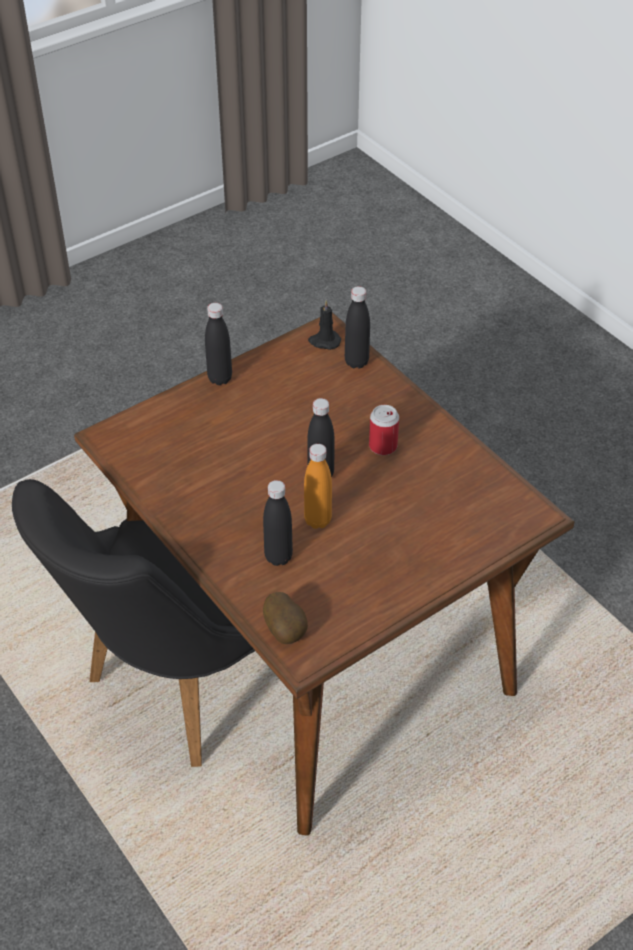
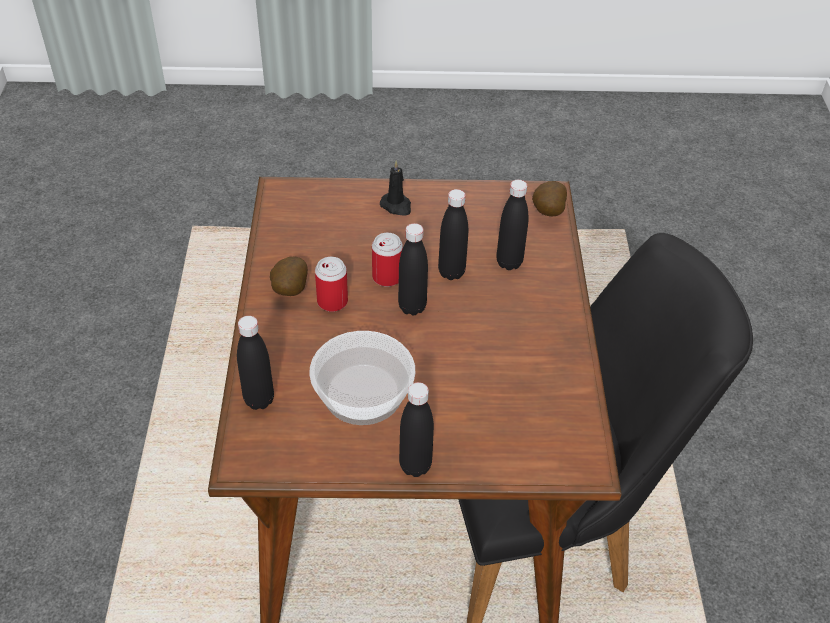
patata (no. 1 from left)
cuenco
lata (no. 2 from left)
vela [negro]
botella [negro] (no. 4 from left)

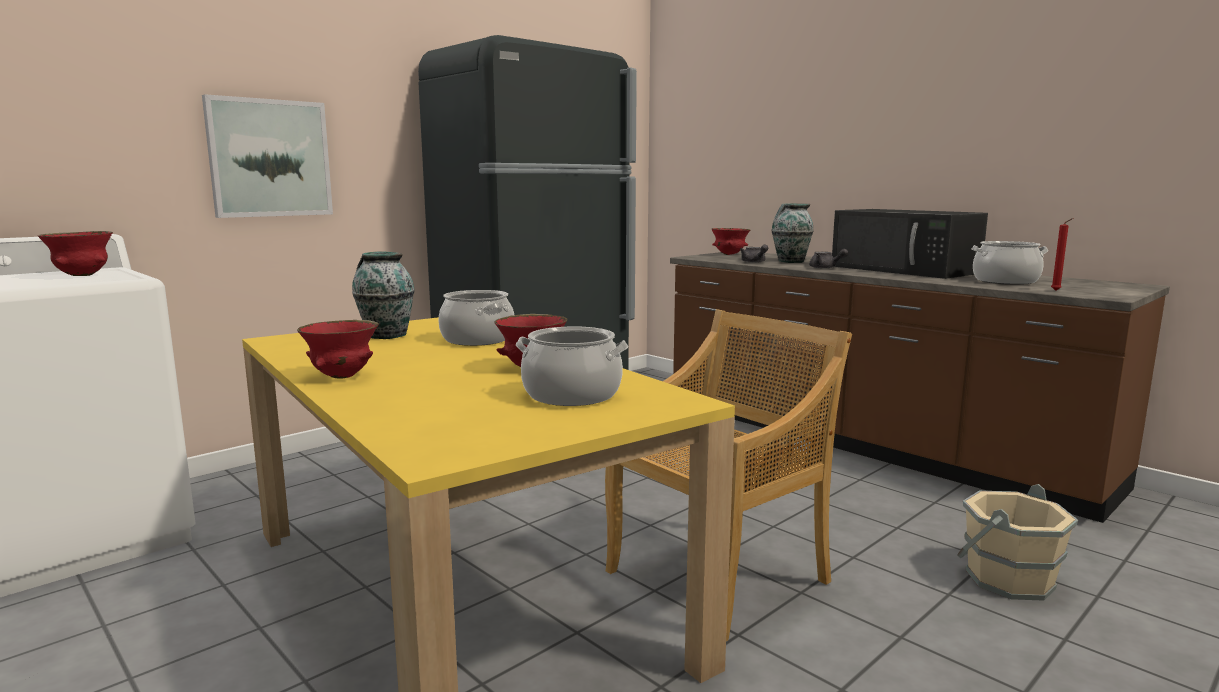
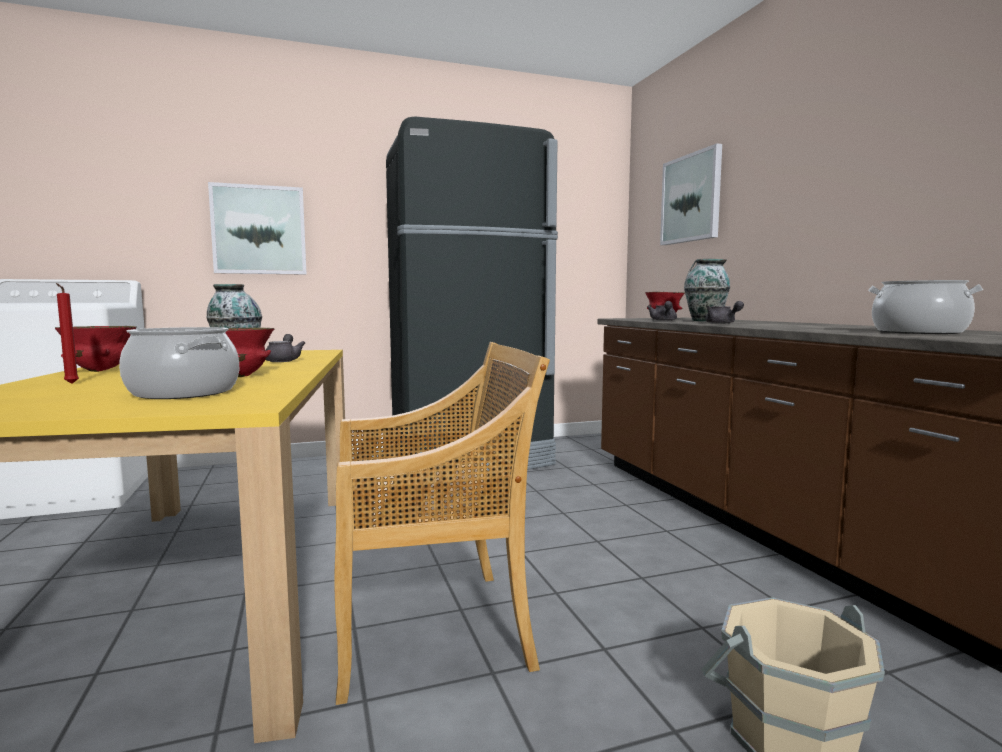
cuenco [rojo] (no. 1 from left in the first image)
microondas [negro]
cuadro (no. 2 from left)
vela [rojo]
tetera [gris] (no. 1 from left)

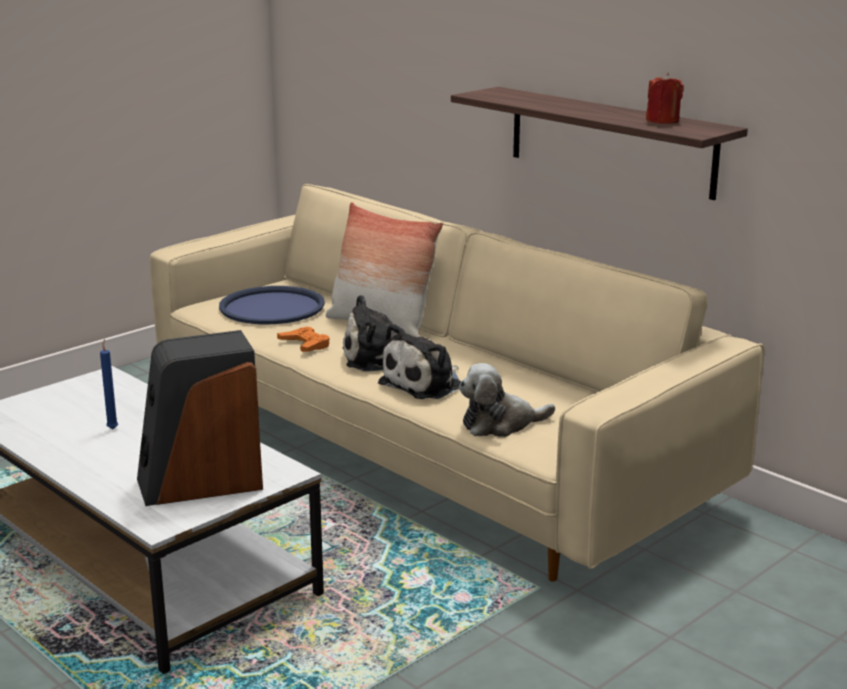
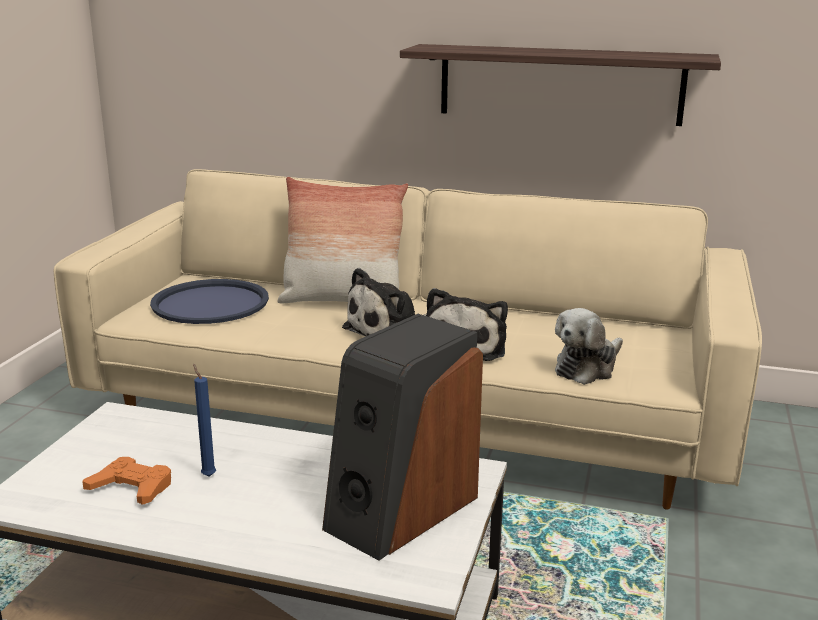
vela [rojo]
mando de consola [naranja]

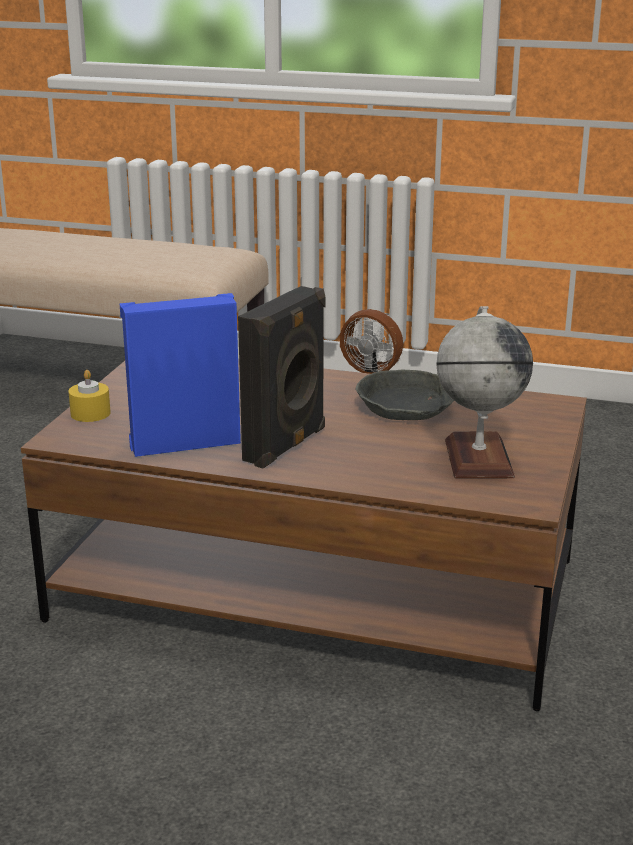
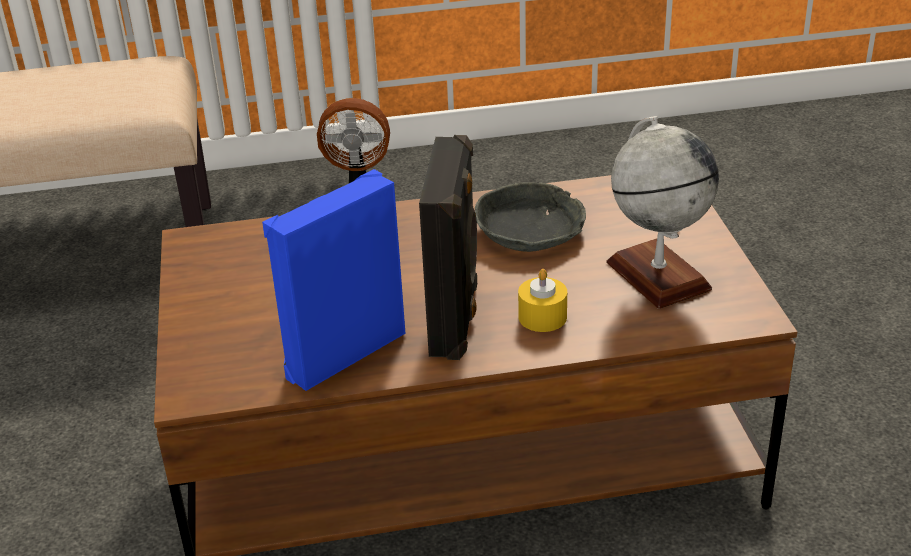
vela [amarillo]

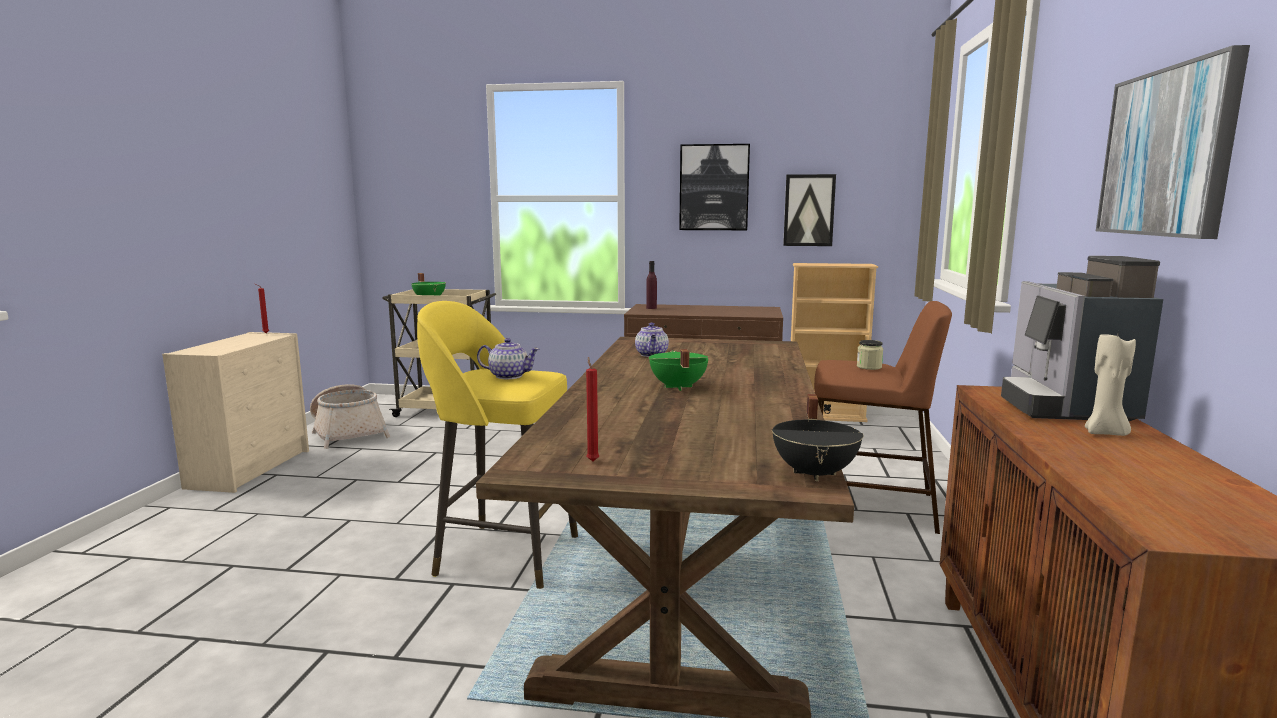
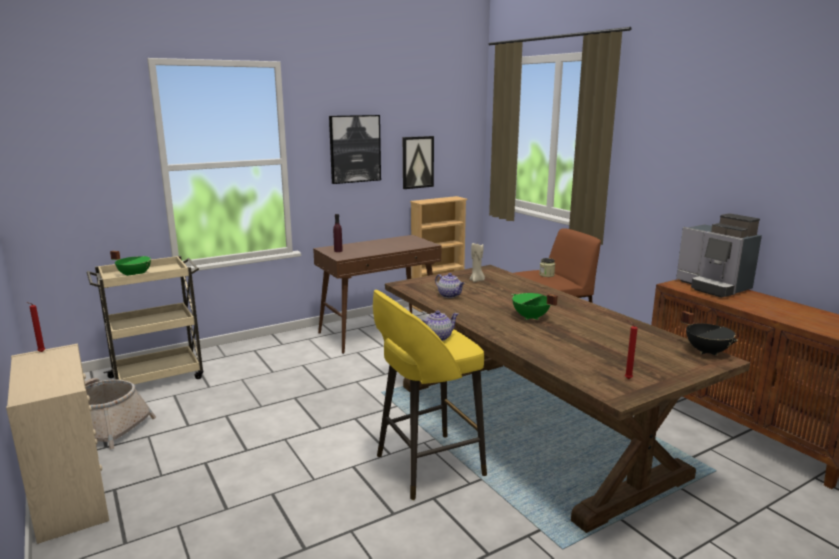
cuadro (no. 3 from left in the first image)
vela [beis]

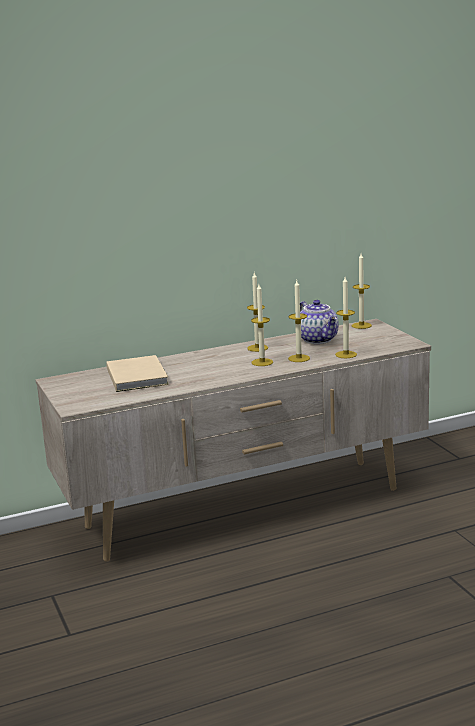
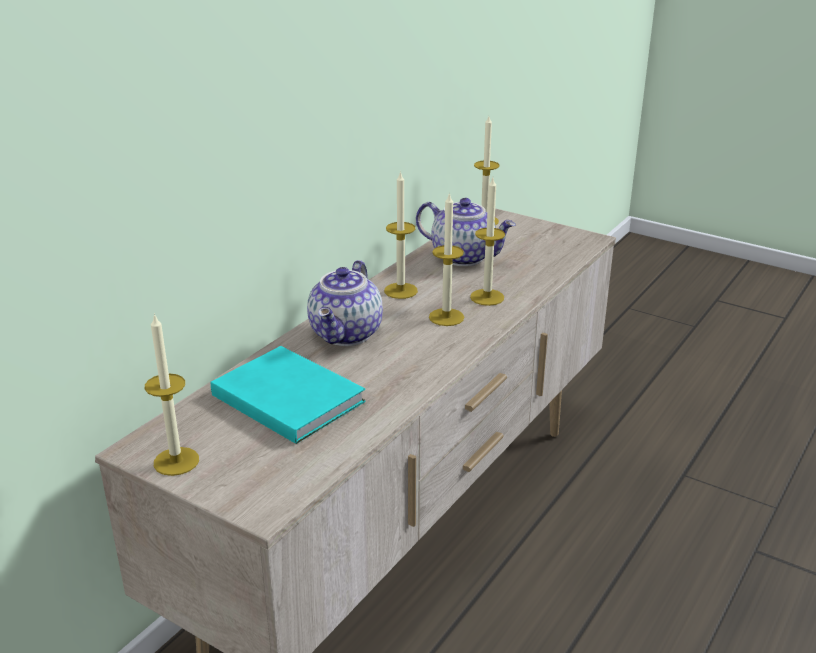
tetera (no. 1 from left)
vela (no. 1 from left)
libro [turquesa]

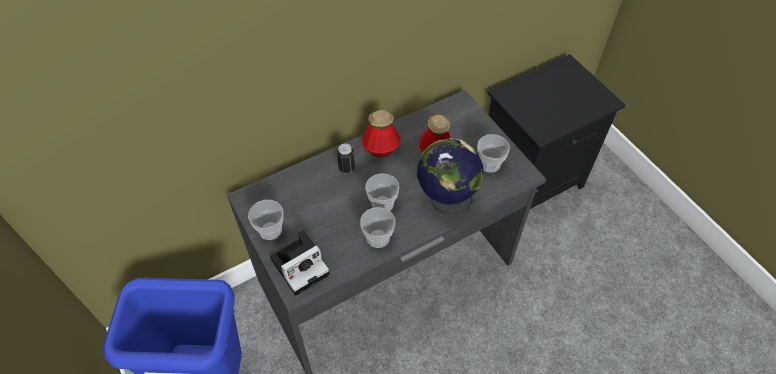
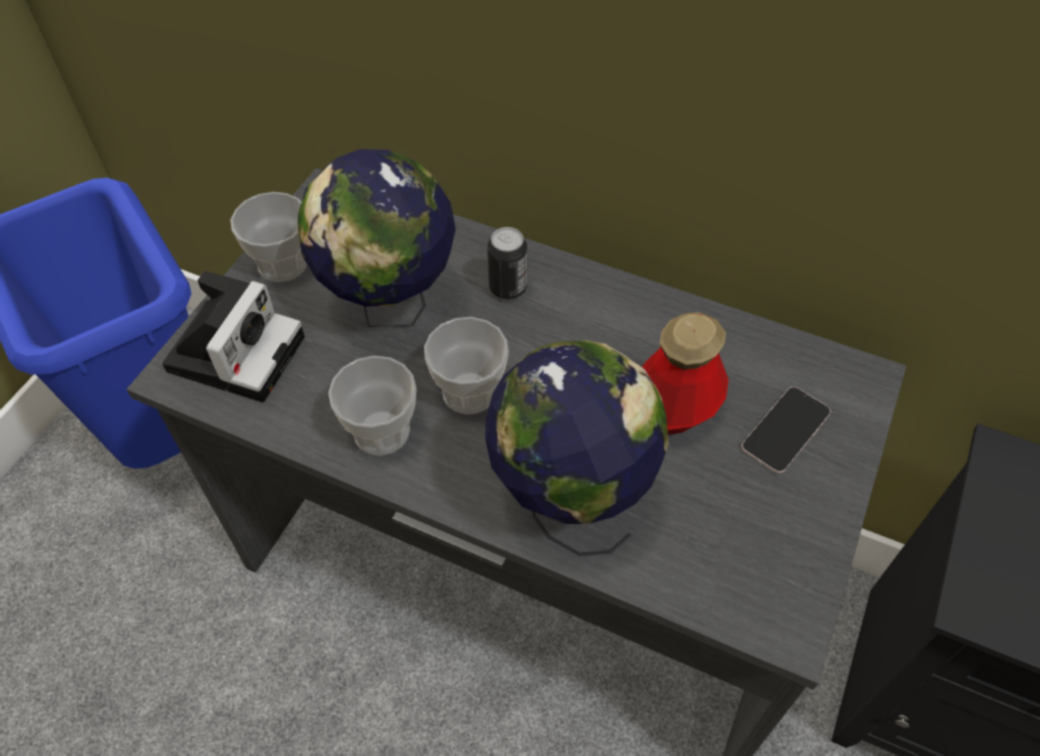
botella (no. 1 from left in the first image)
taza (no. 4 from left in the first image)
globo terráqueo (no. 1 from left)
móvil
cámara

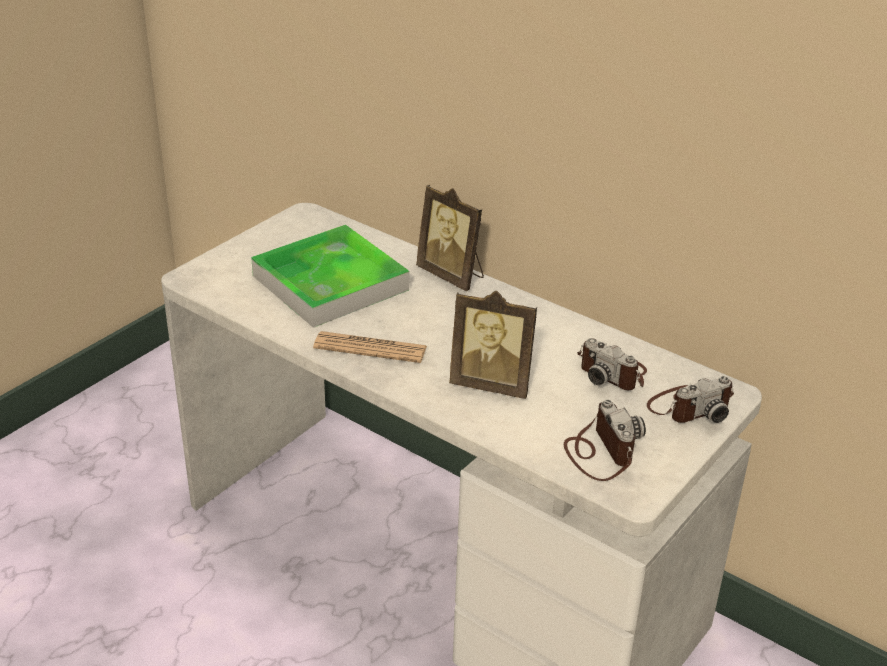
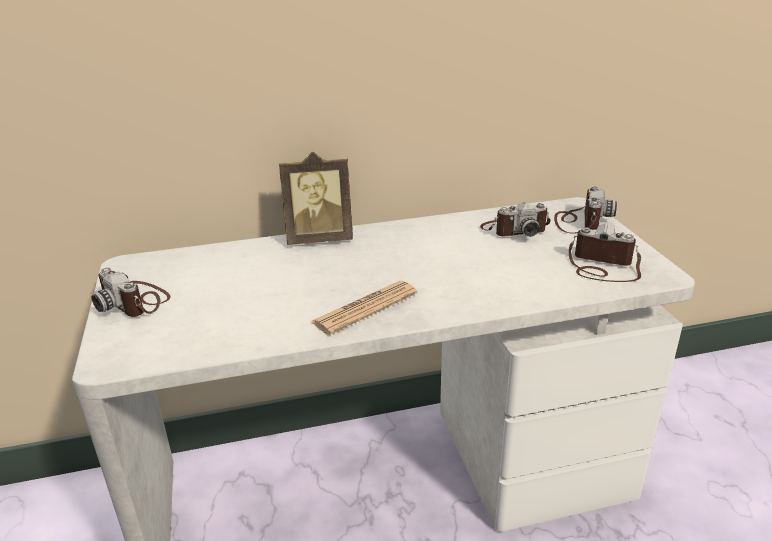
bandeja
portarretratos (no. 2 from left in the first image)
cámara (no. 1 from left)

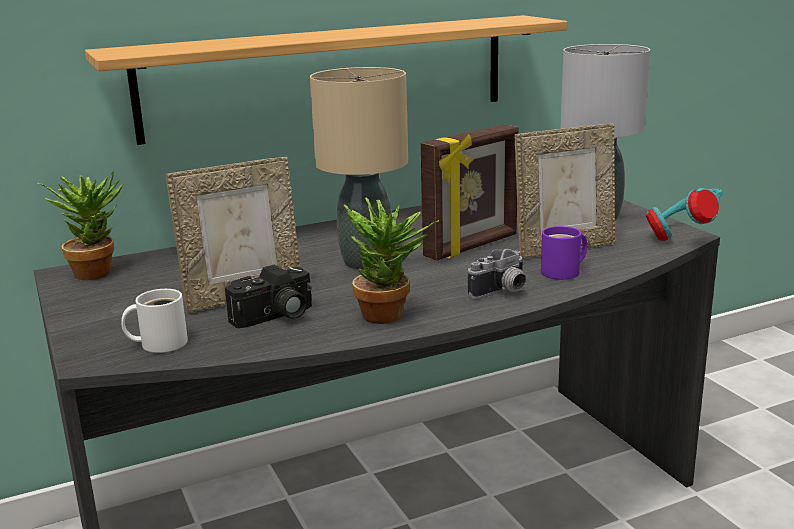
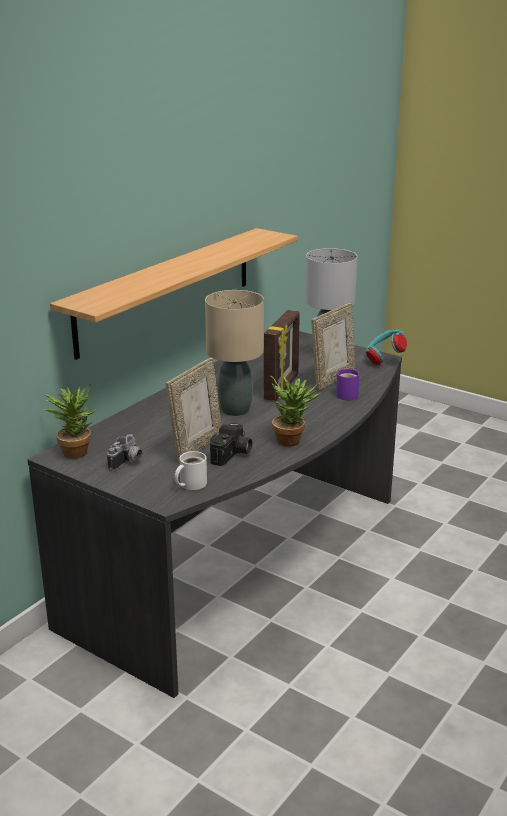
cámara (no. 1 from left)

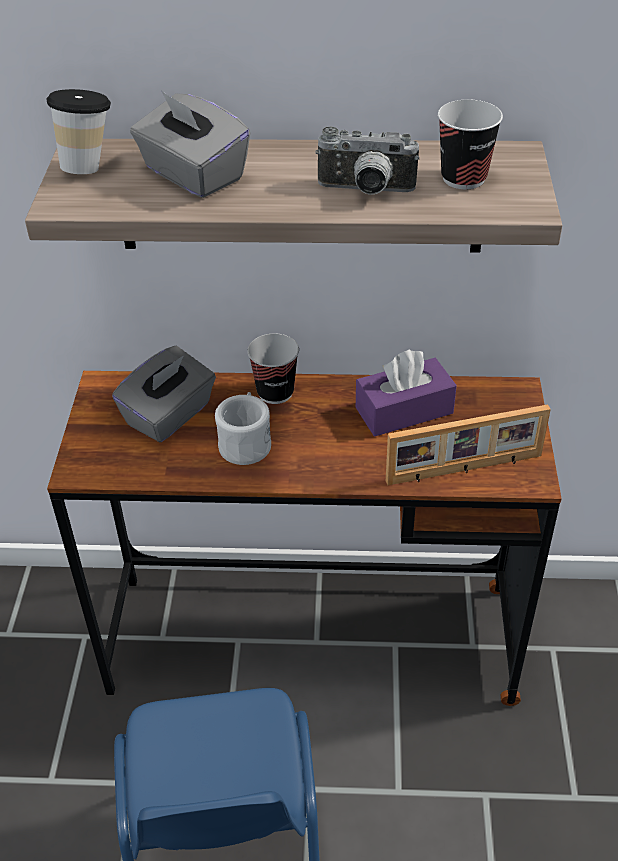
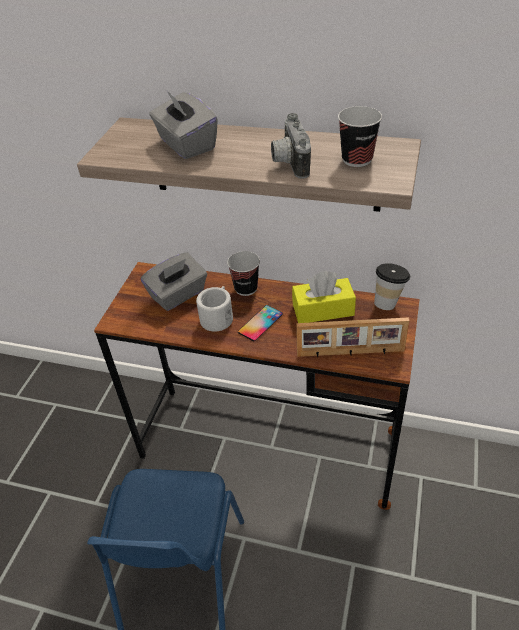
móvil
taza (no. 3 from left)
caja de pañuelos [amarillo]
cámara

